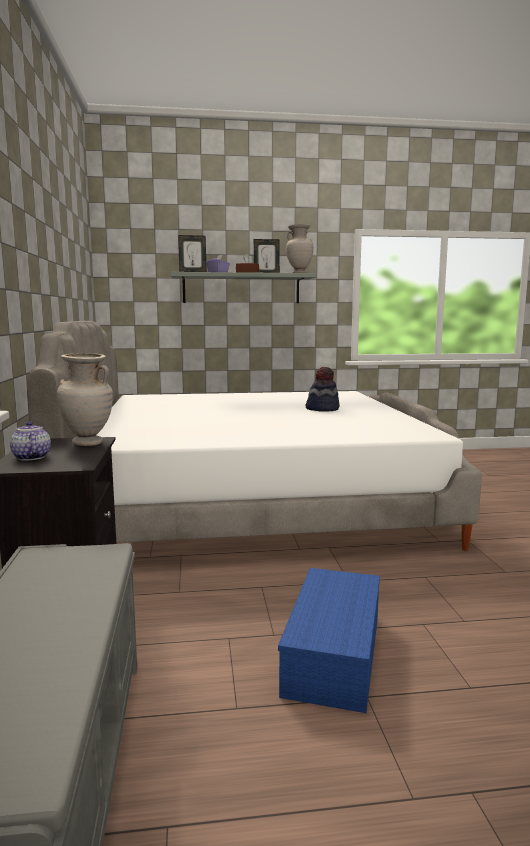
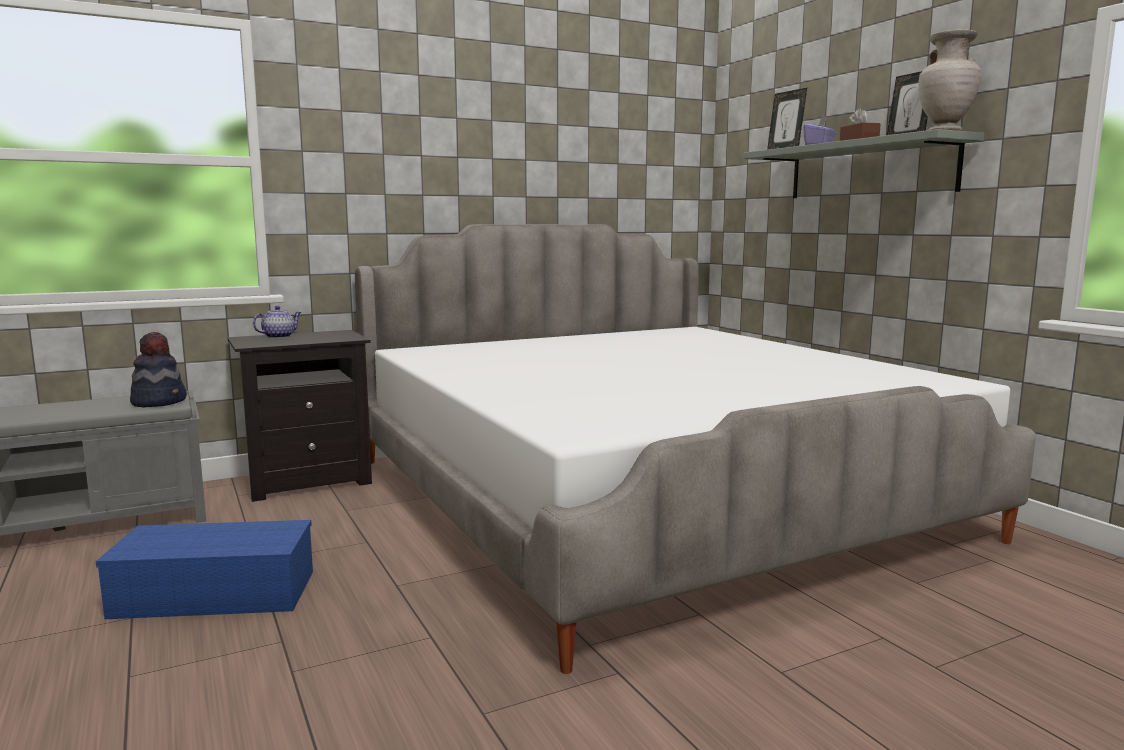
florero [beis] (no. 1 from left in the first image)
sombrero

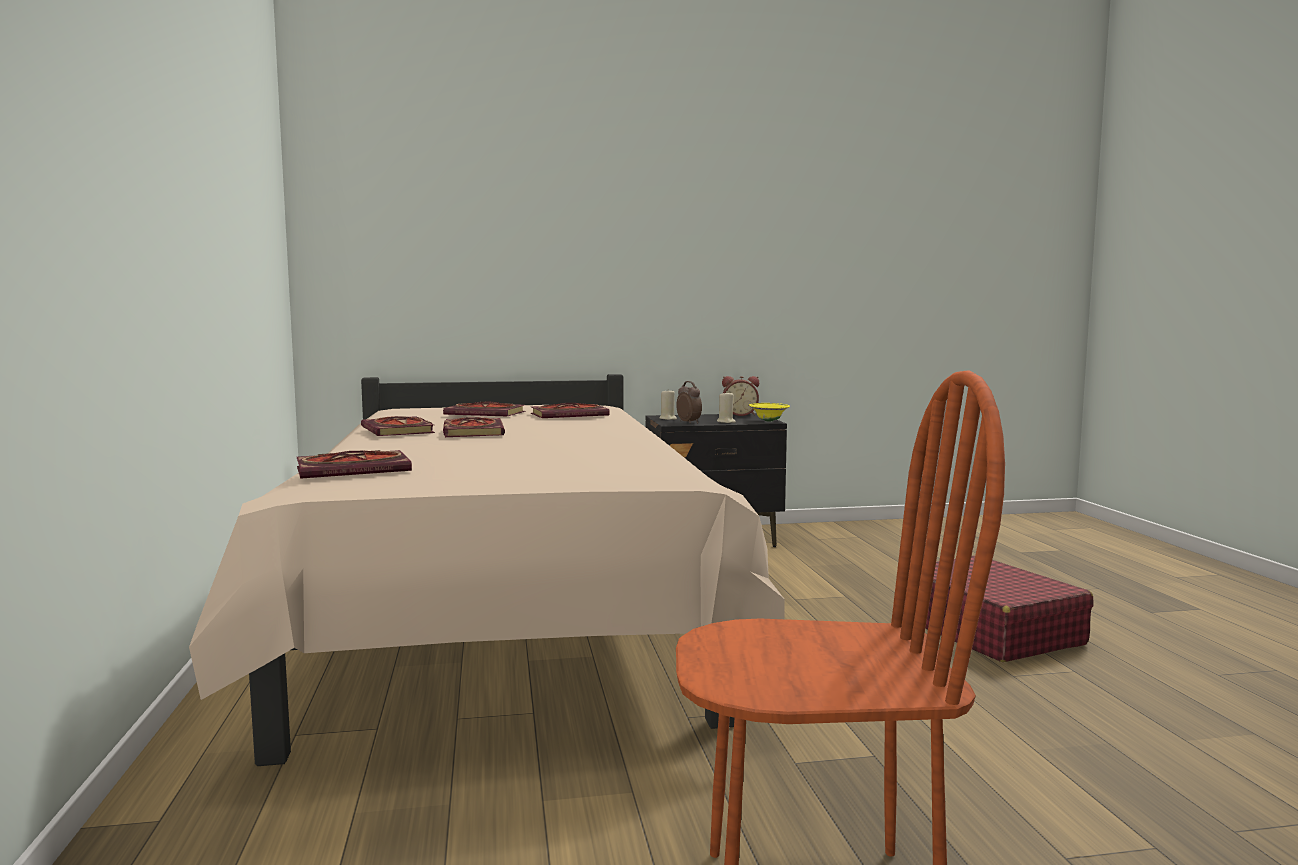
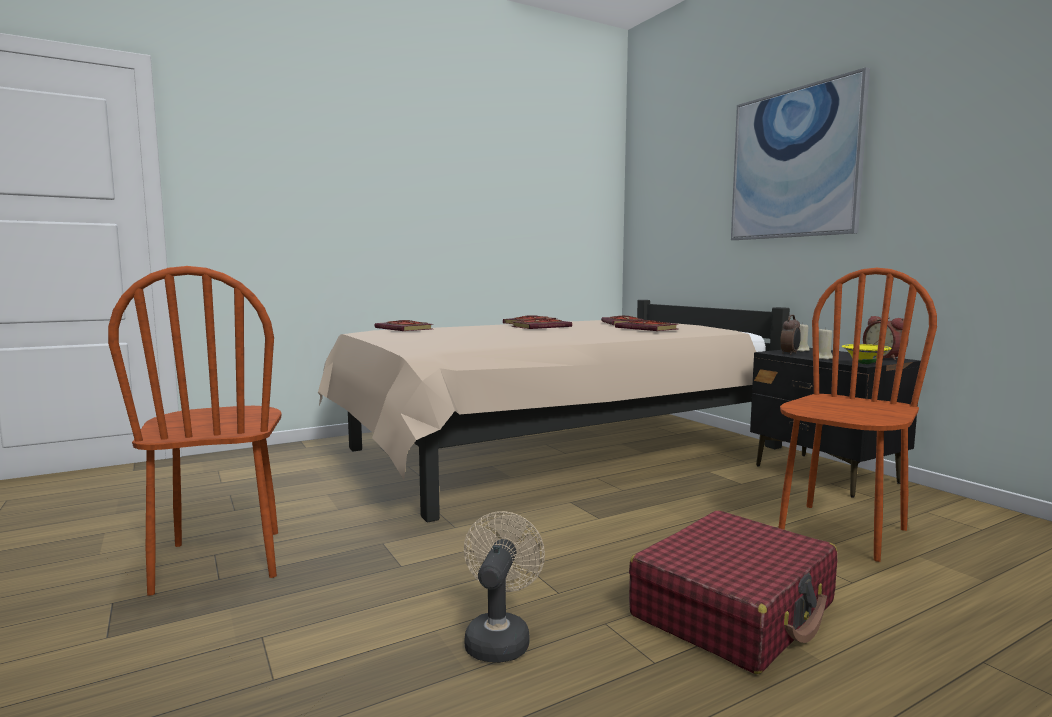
ventilador [beis]
cuadro
silla [marrón] (no. 2 from left)

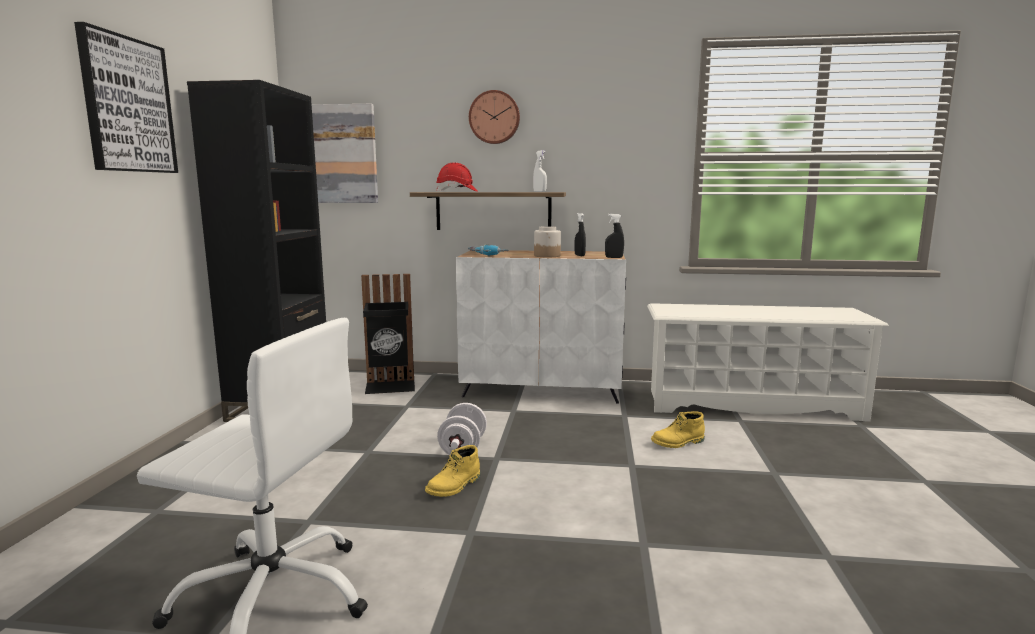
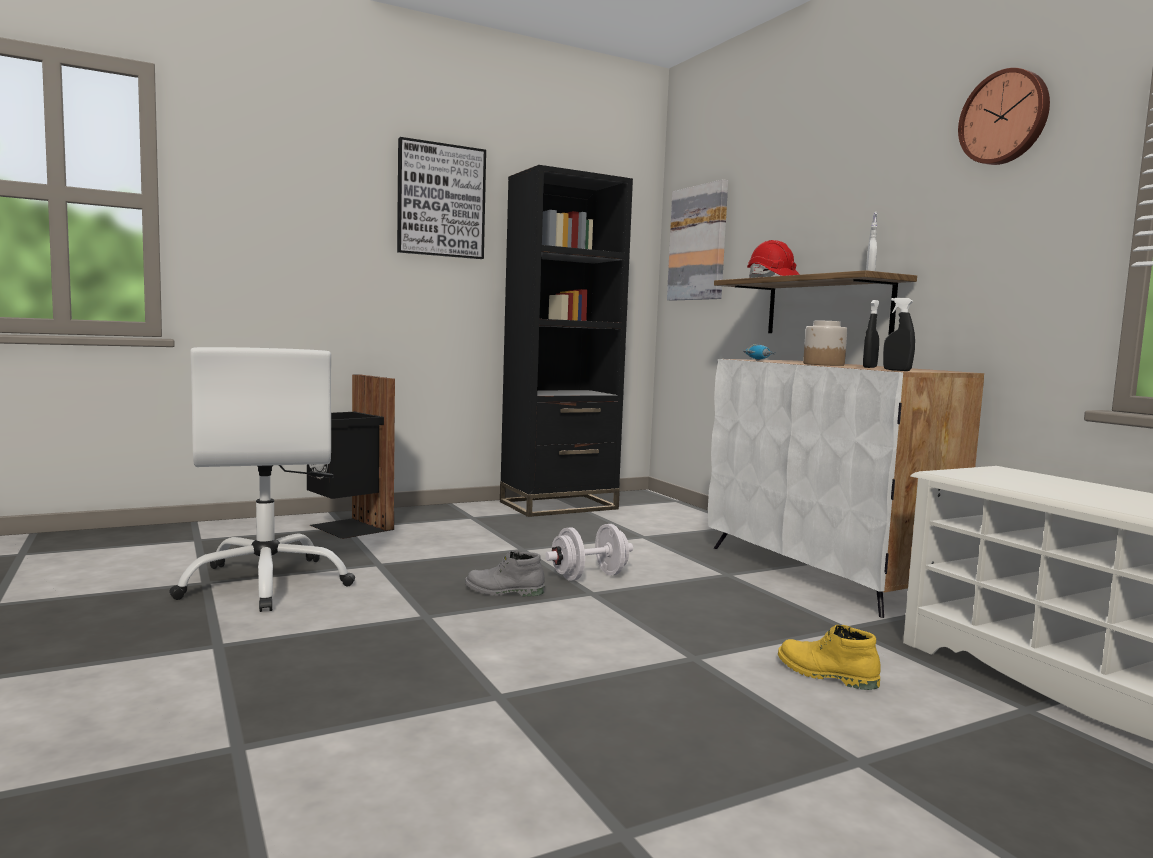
papelera [negro]
reloj de pared
bota [gris]

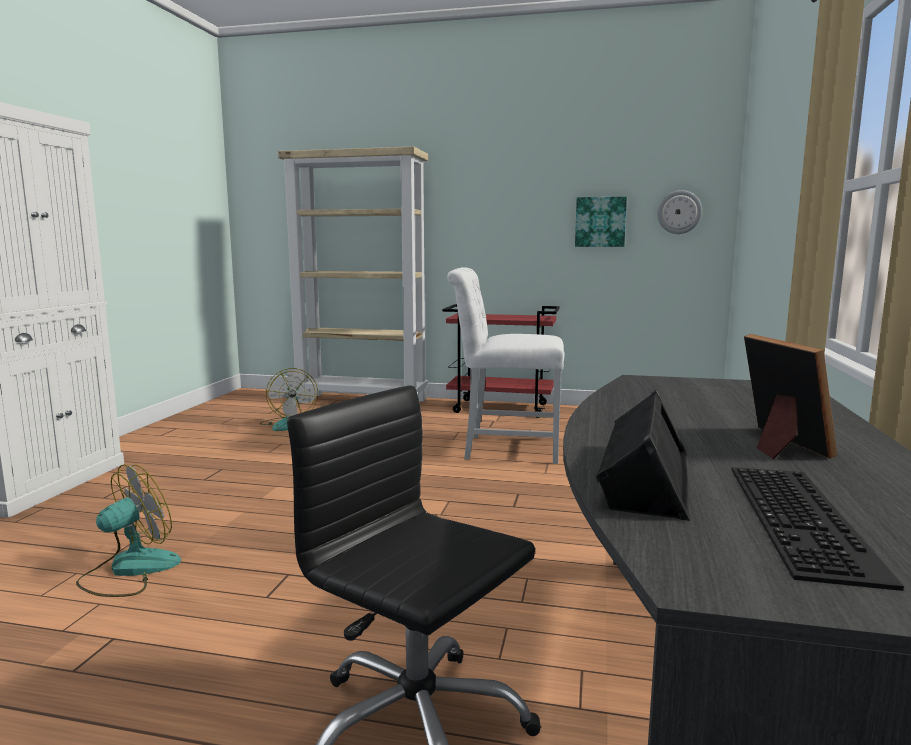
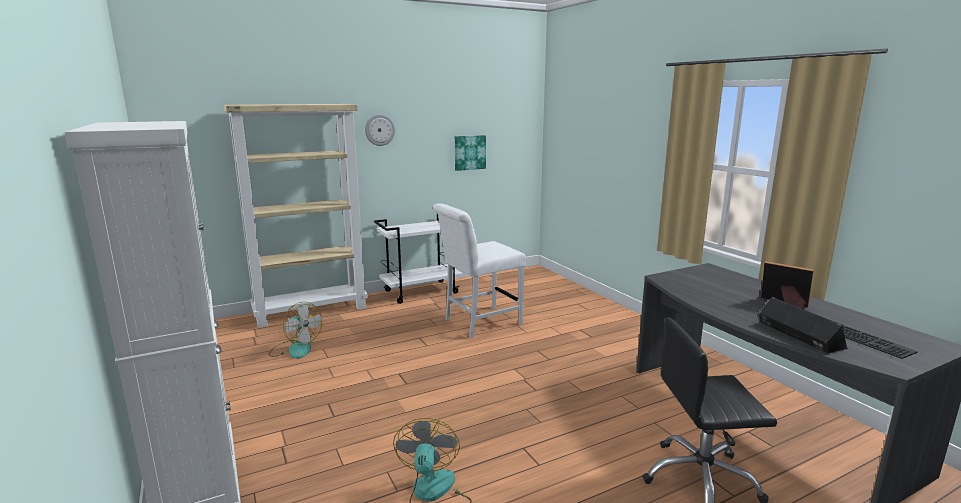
reloj de pared
carrito [blanco]

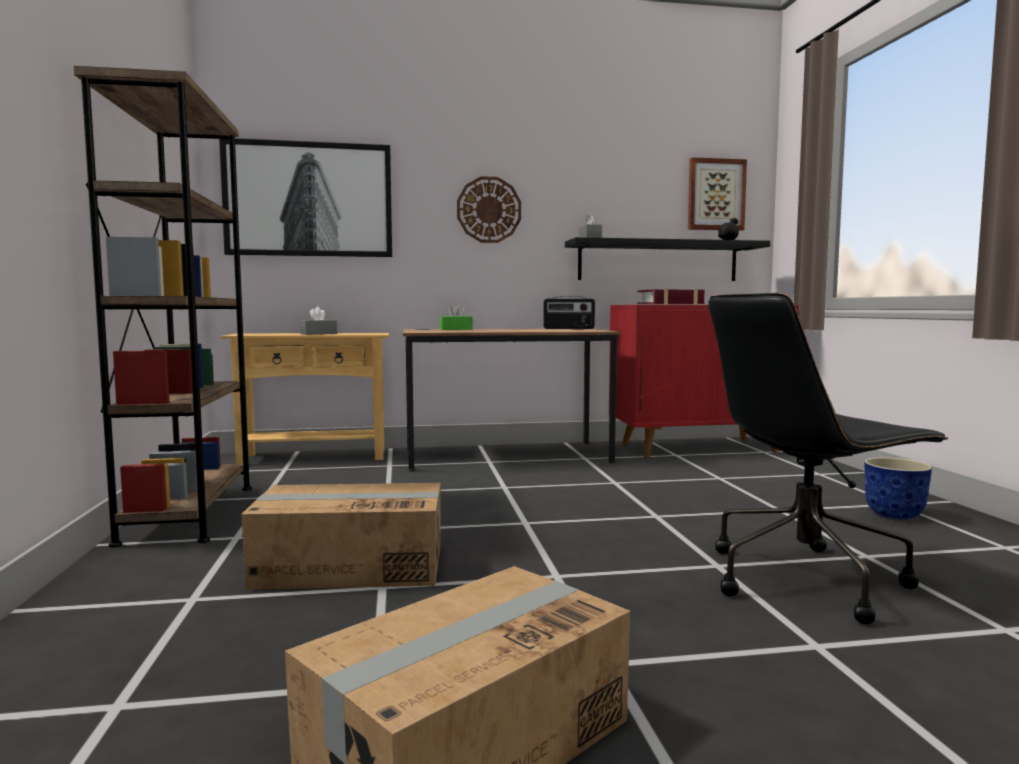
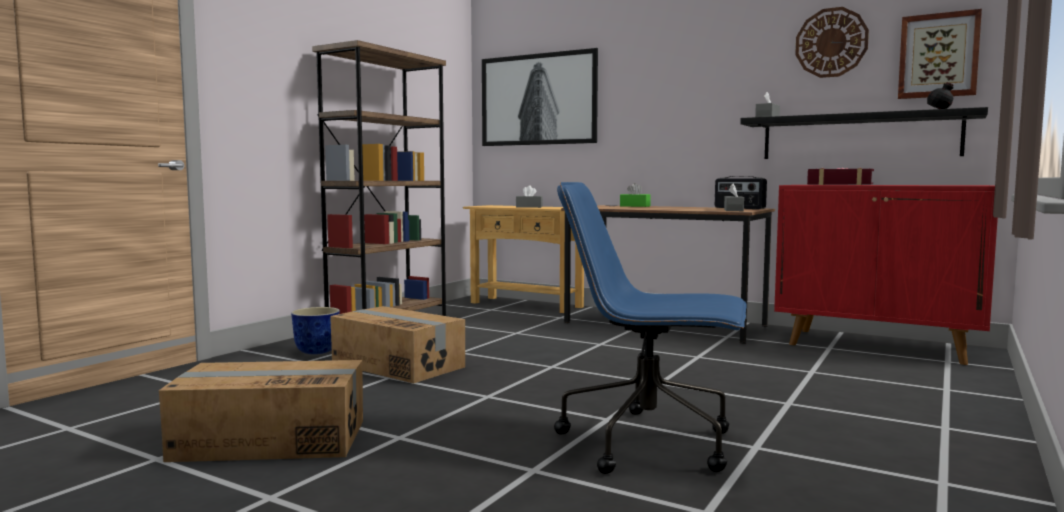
caja de pañuelos [gris] (no. 2 from left)
reloj de pared
maceta
silla de oficina [azul]

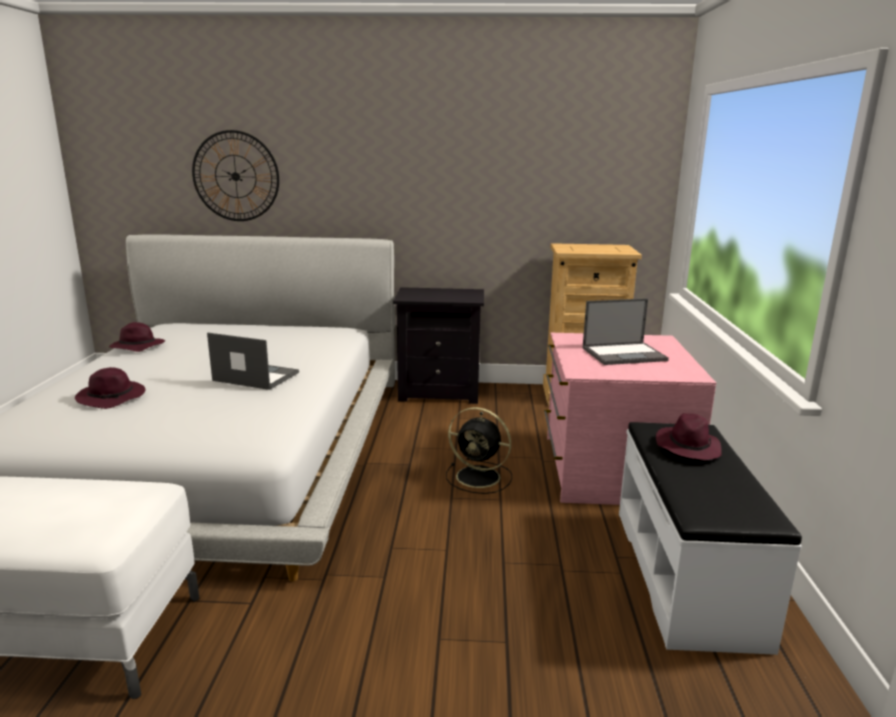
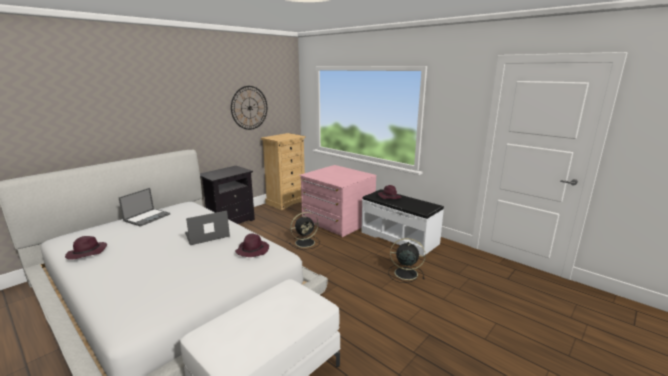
ventilador [negro] (no. 2 from left)
sombrero [morado] (no. 2 from left)
reloj de pared
portátil (no. 1 from left)

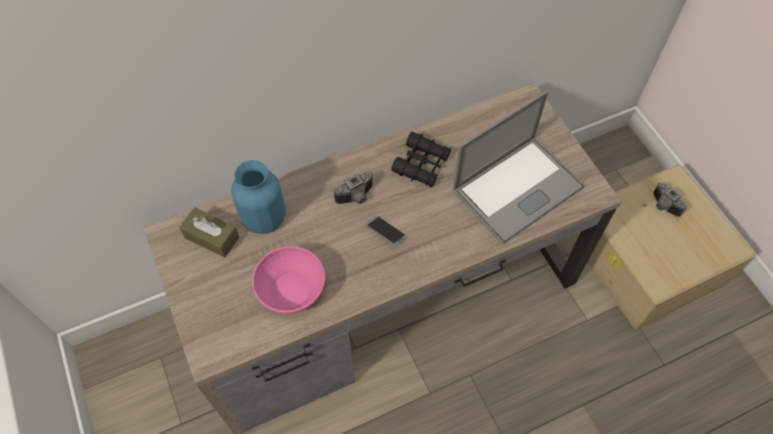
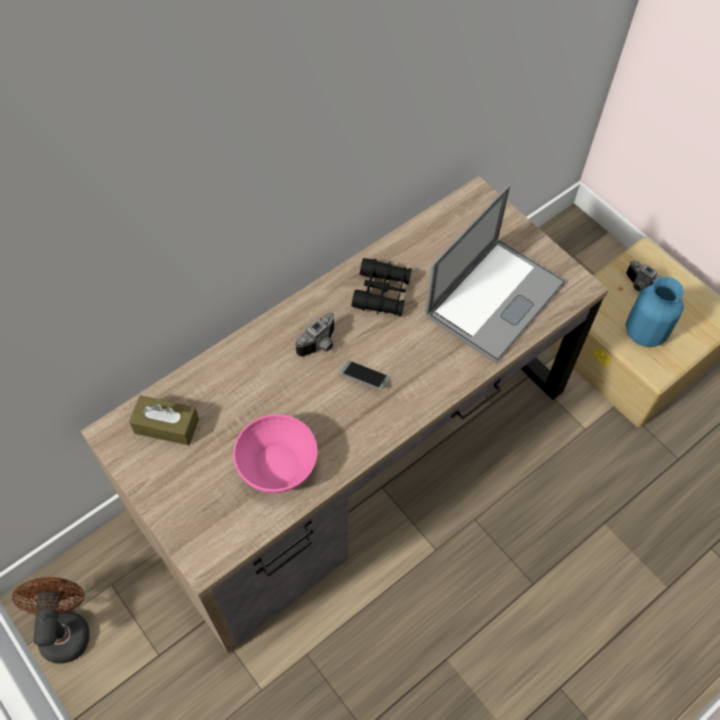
ventilador [marrón]
florero [azul]

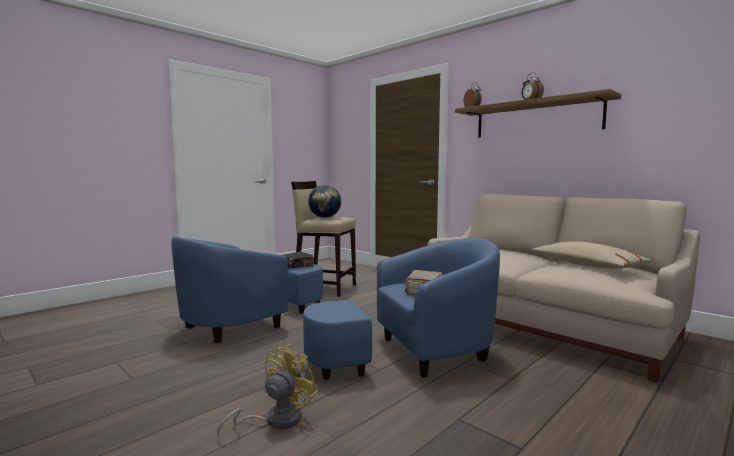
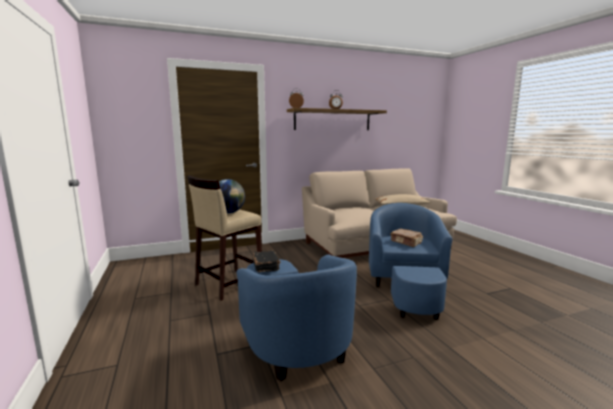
ventilador [amarillo]

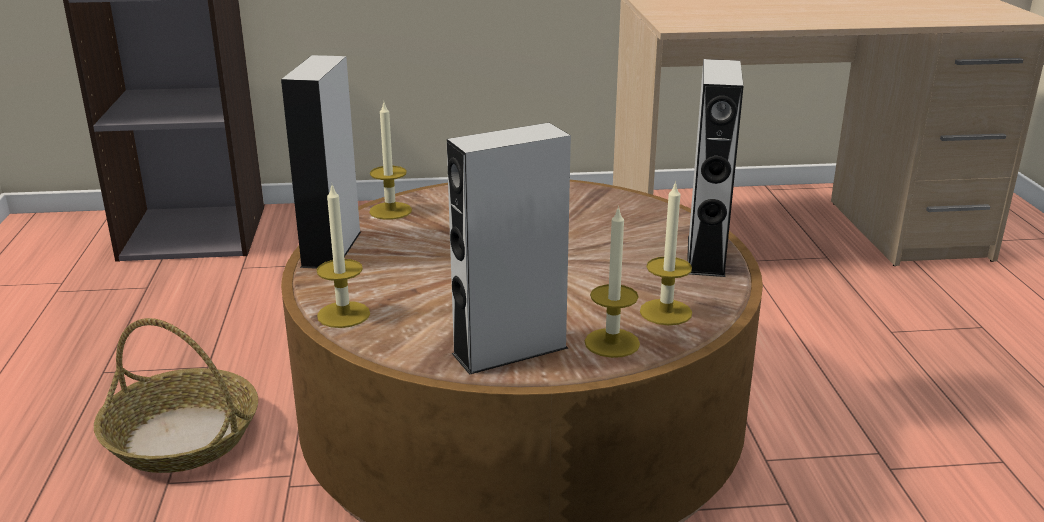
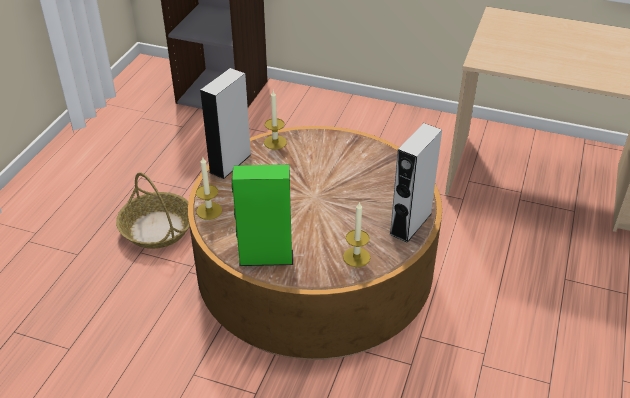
vela (no. 3 from left in the first image)
altavoz [verde]

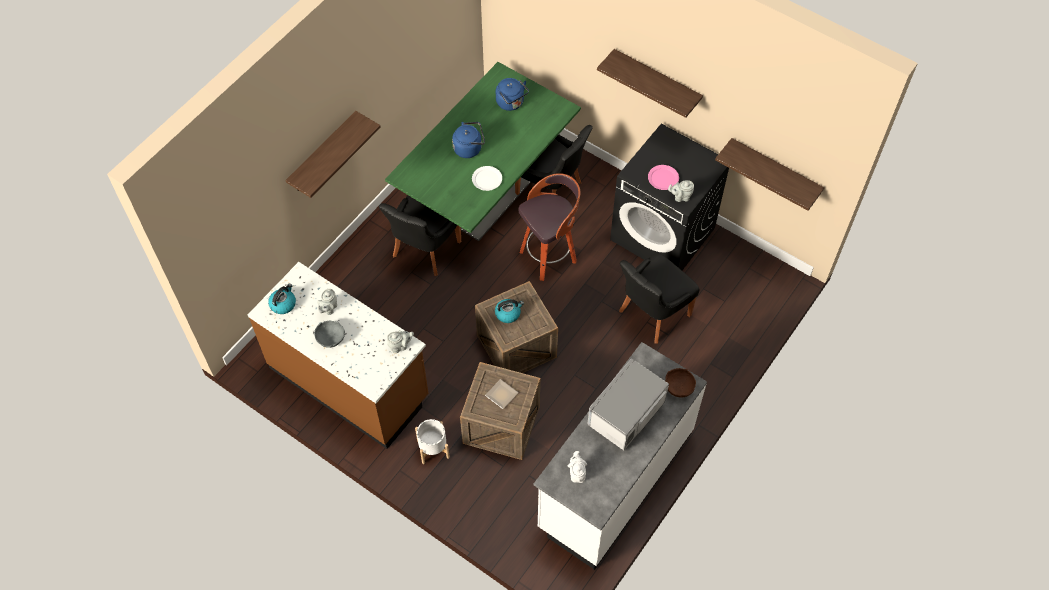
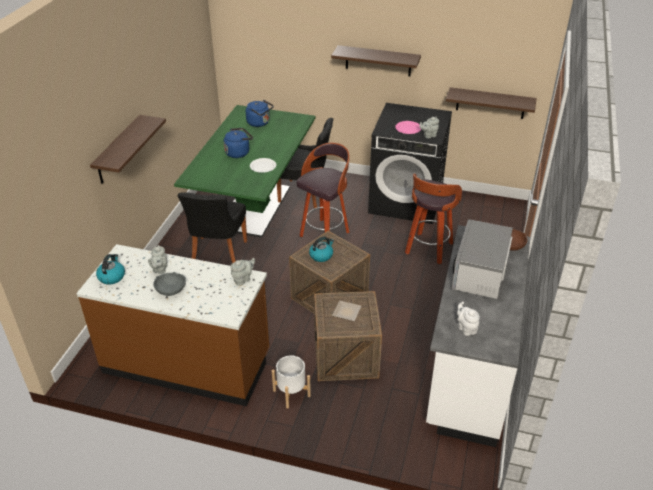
taburete (no. 2 from left)

